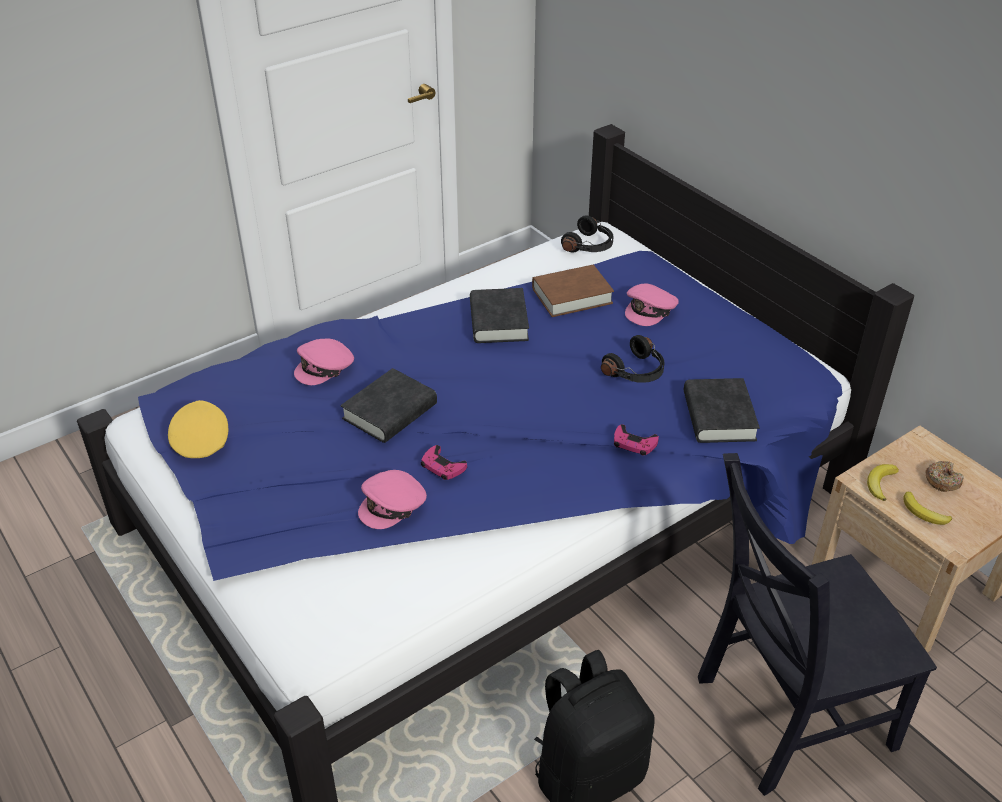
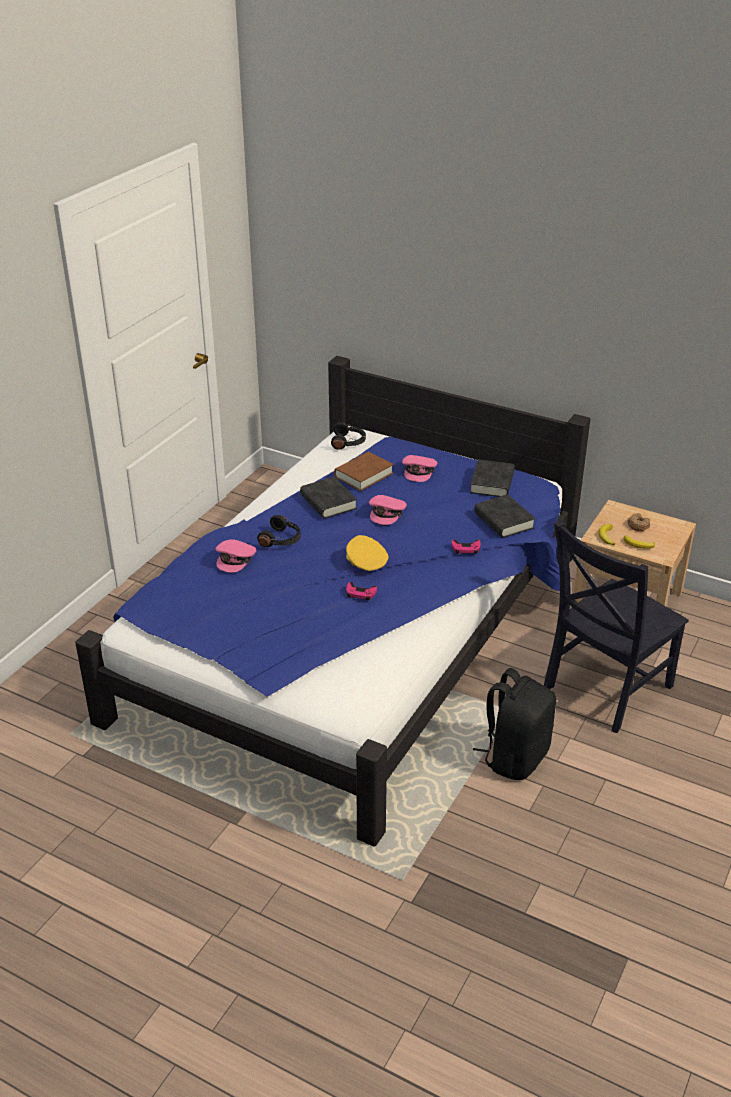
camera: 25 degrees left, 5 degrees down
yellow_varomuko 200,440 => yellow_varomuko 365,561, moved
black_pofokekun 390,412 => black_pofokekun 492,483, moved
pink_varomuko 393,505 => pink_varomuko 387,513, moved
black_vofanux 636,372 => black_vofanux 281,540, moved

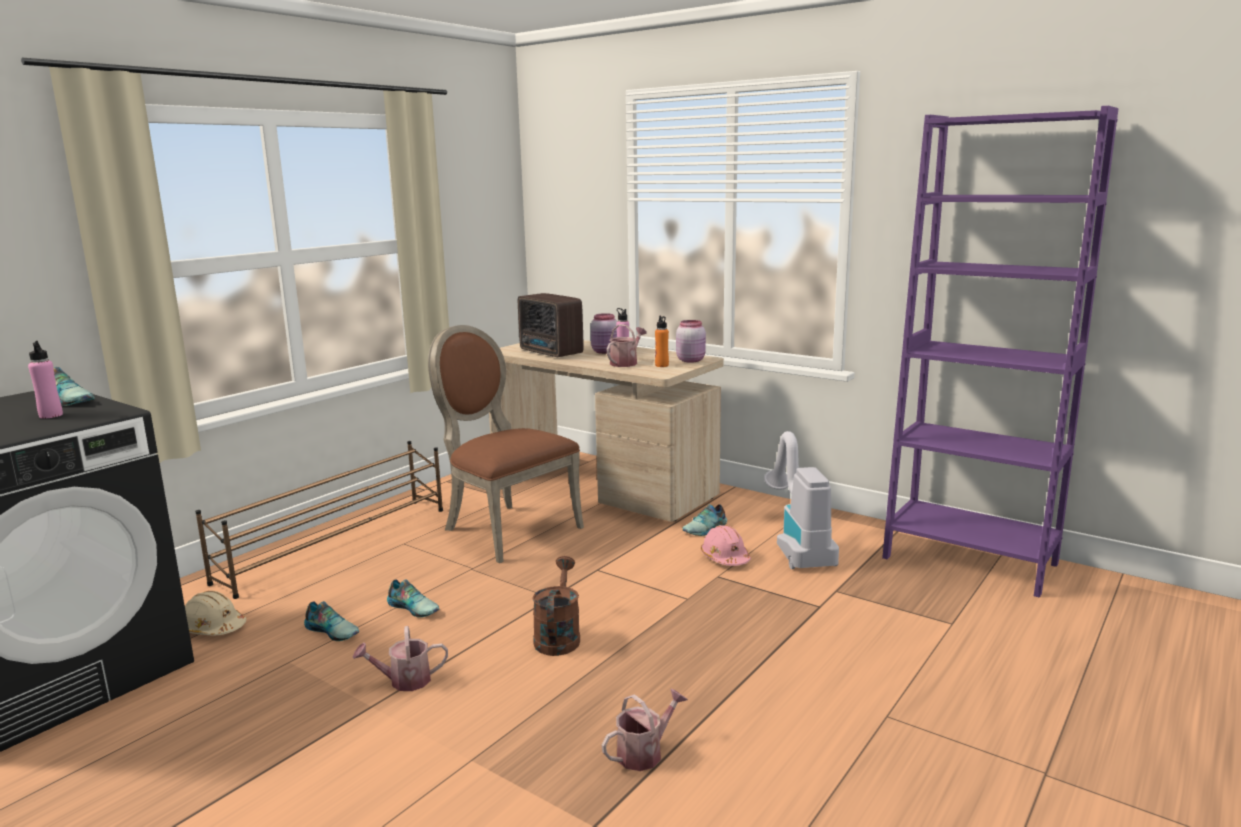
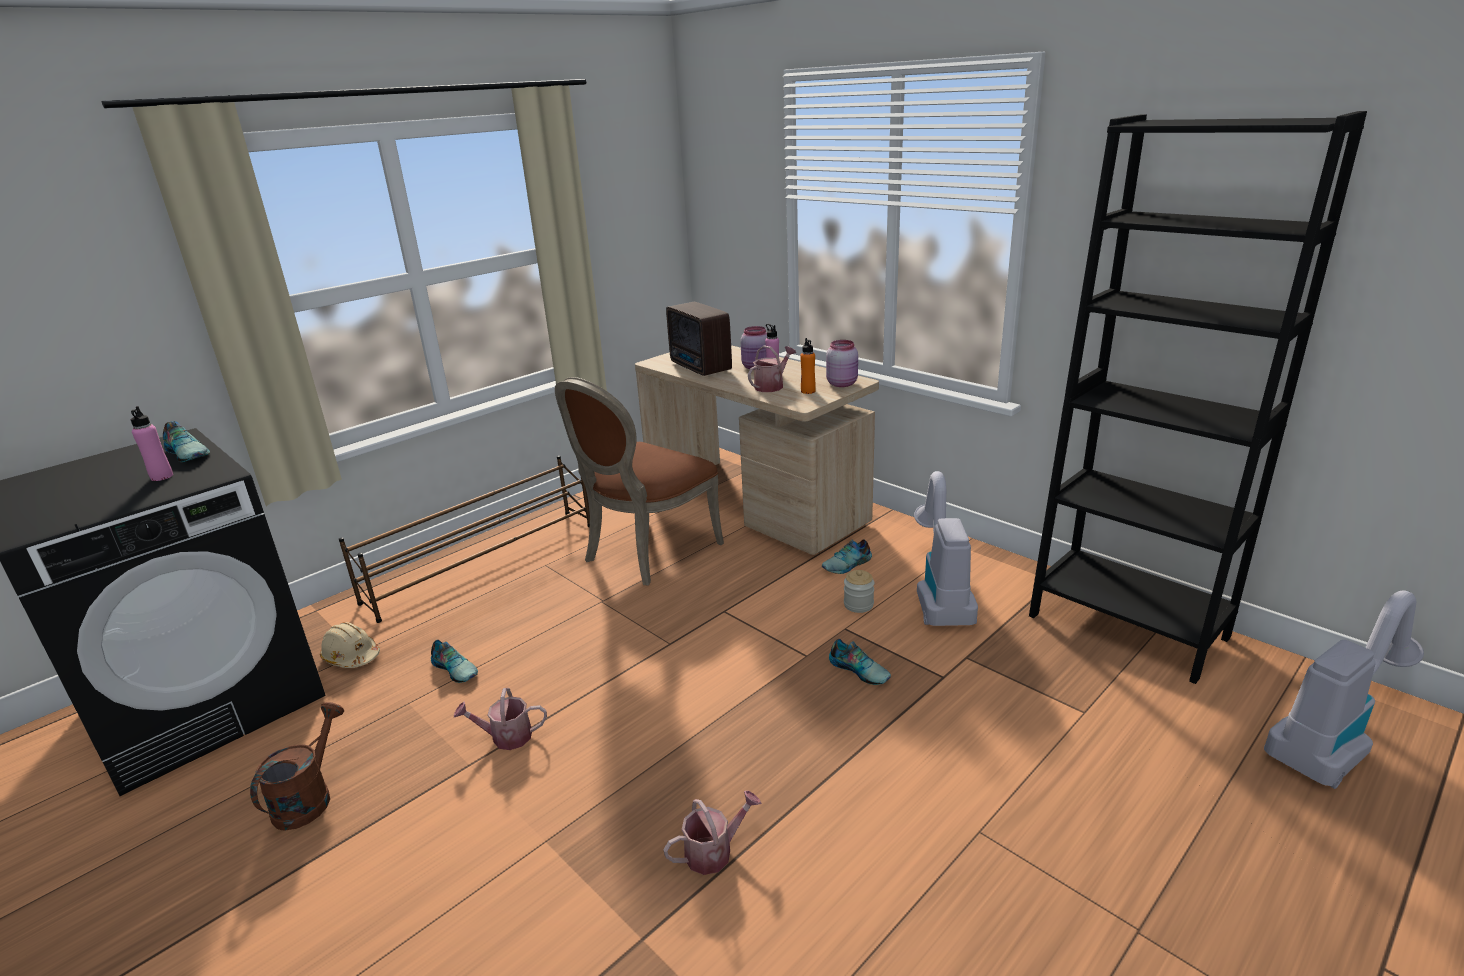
camera: 10 degrees right, 10 degrees up
nothing => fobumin 1332,738
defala 414,607 => defala 860,669, moved
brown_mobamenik 558,636 => brown_mobamenik 309,798, moved
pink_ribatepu 725,558 => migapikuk 858,605
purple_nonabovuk 969,560 => black_nonabovuk 1127,626
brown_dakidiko 506,529 => brown_dakidiko 647,552, 105 degrees counterclockwise

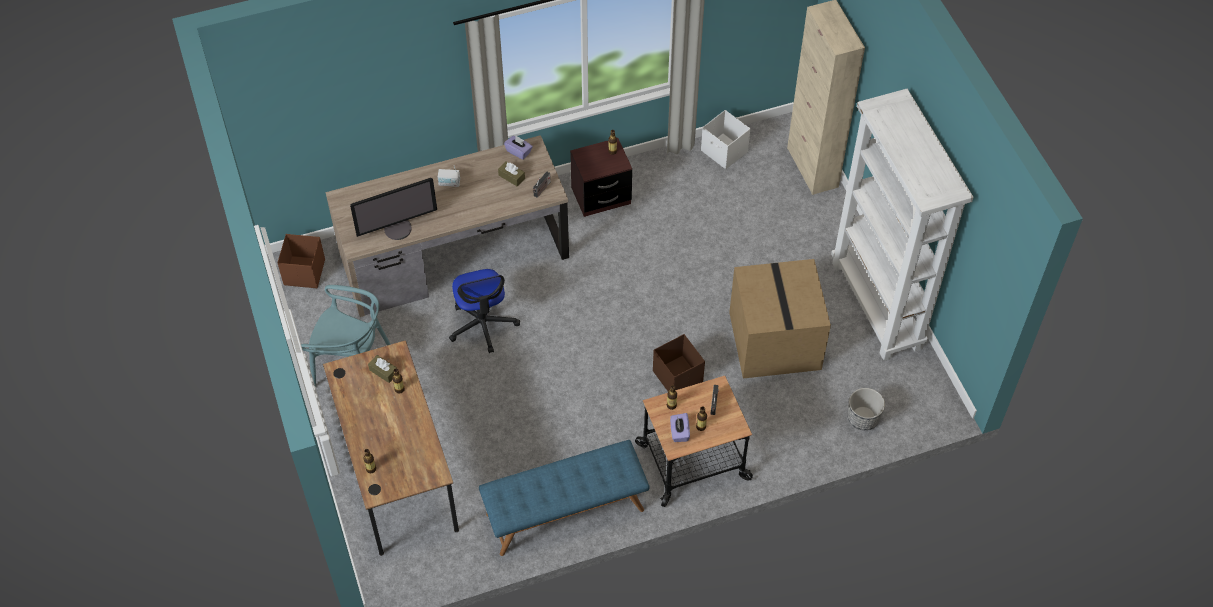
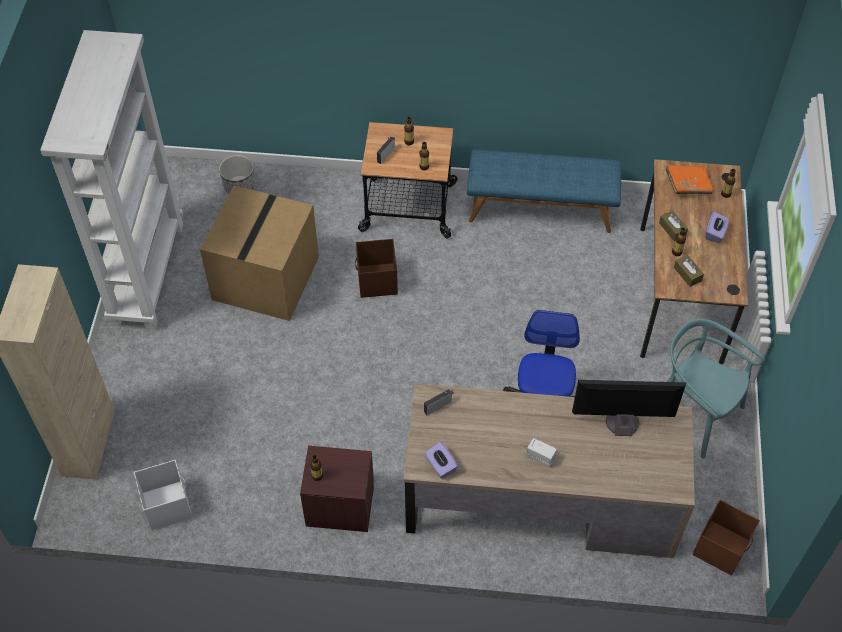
camera: 155 degrees left, 0 degrees up
nothing => orange_pofokekun 687,185
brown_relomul 511,177 => brown_relomul 672,229, moved
purple_relomul 679,432 => purple_relomul 715,233, moved

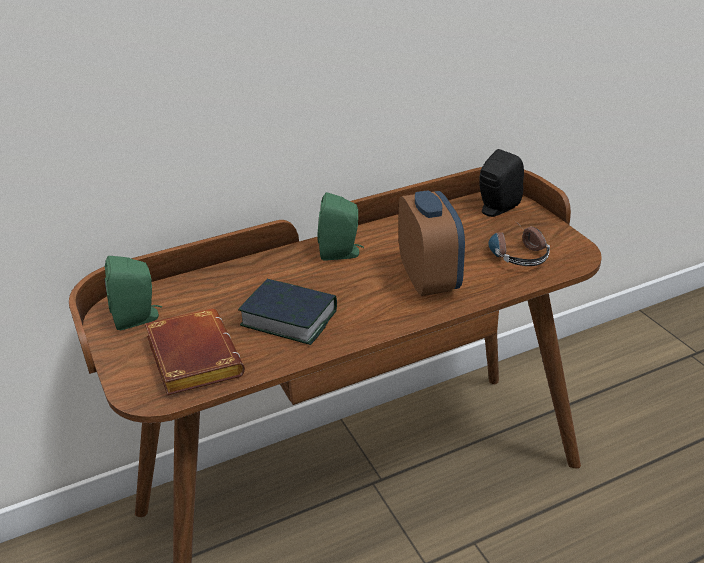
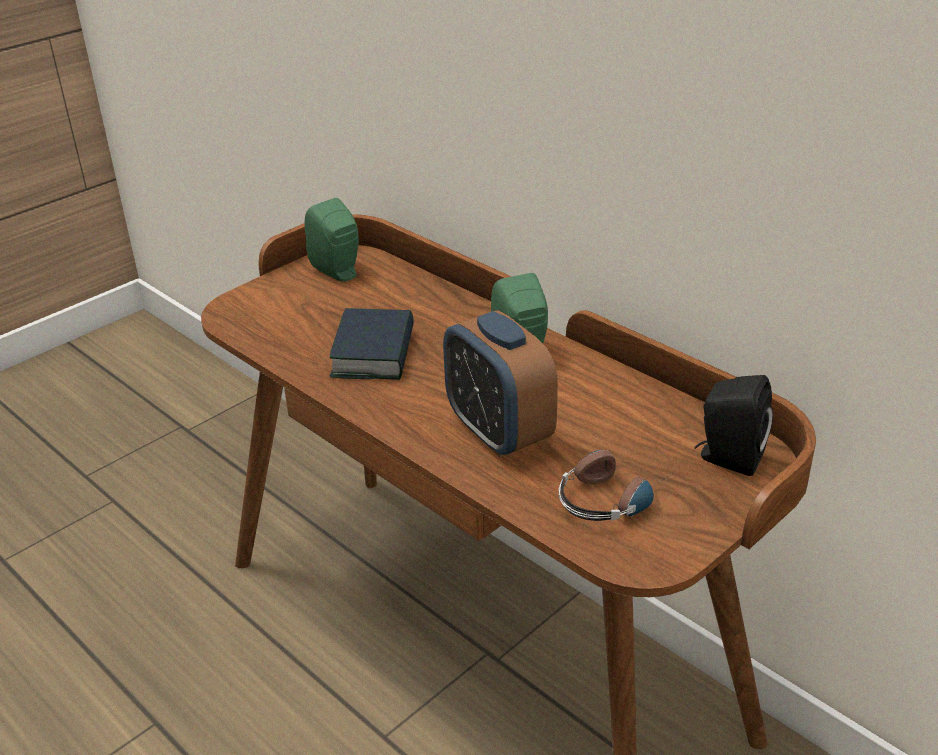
camera: 70 degrees right, 0 degrees up
brown_pofokekun 190,358 => nothing
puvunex 429,280 => puvunex 499,432, 90 degrees clockwise

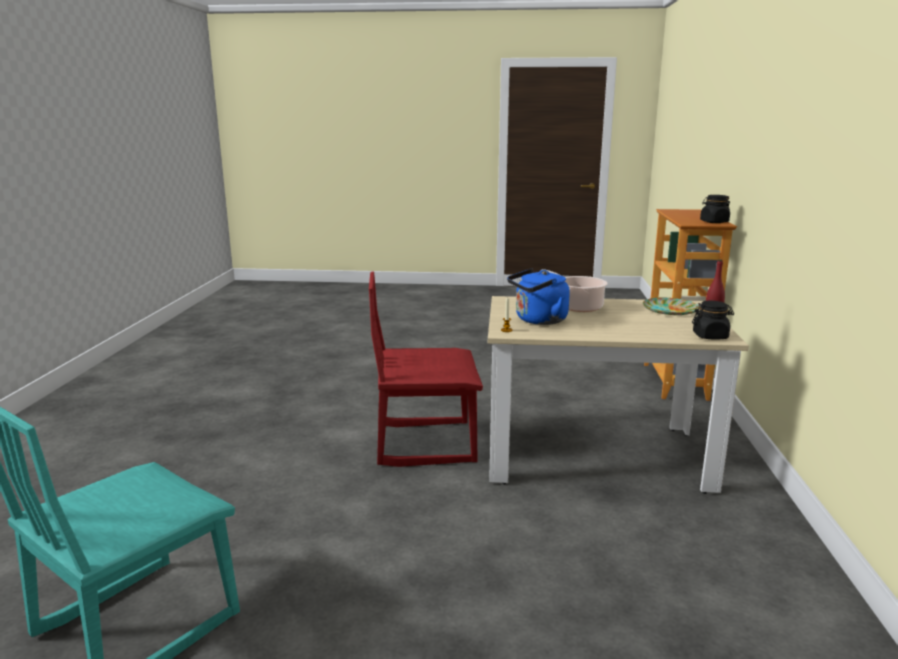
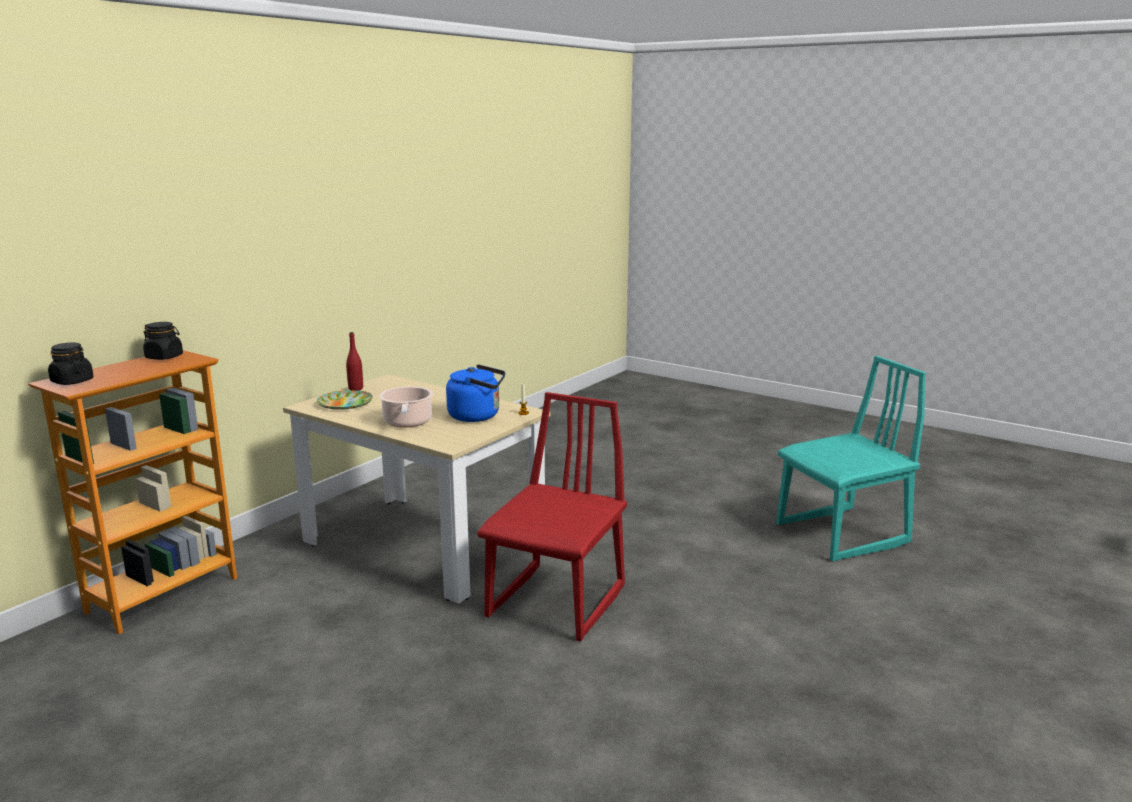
camera: 150 degrees left, 0 degrees up
black_migapikuk 710,336 => black_migapikuk 72,381, moved
red_dakidiko 425,442 => red_dakidiko 558,602, 90 degrees counterclockwise

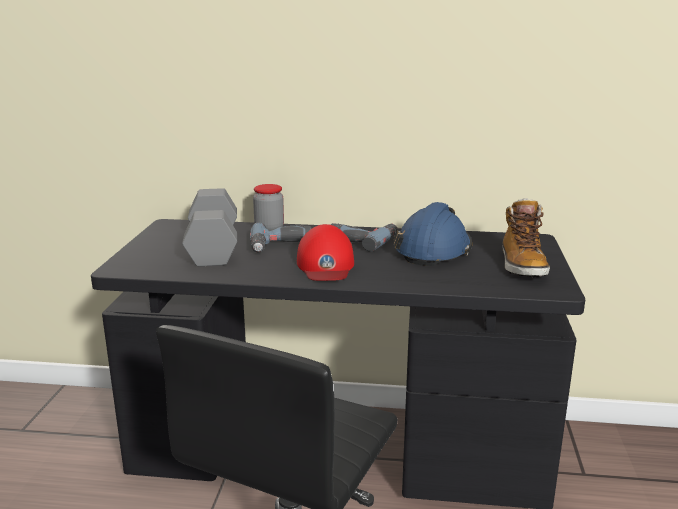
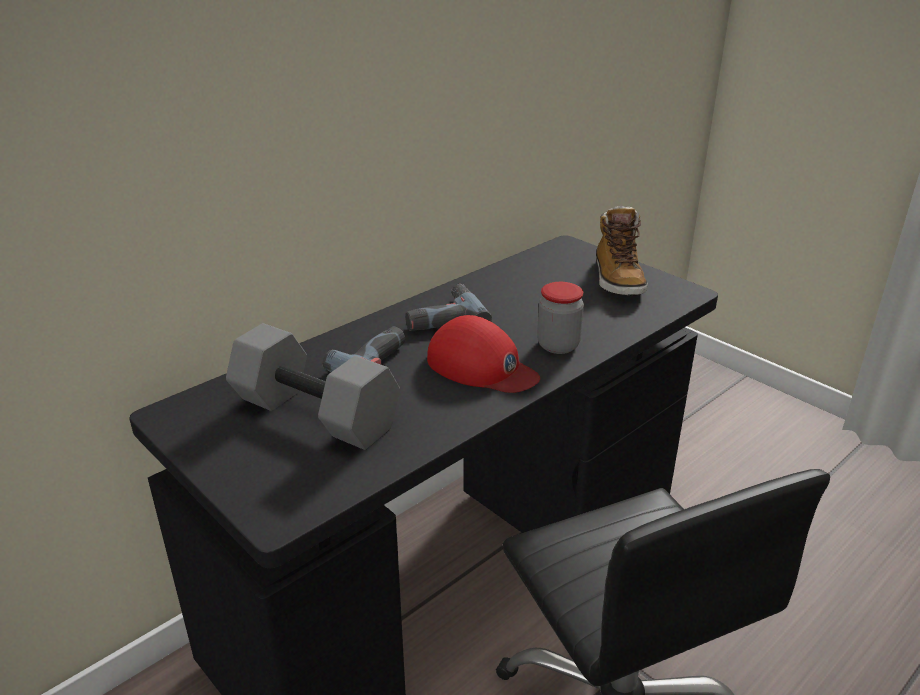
camera: 50 degrees left, 10 degrees up
blue_ribatepu 433,250 => nothing
migapikuk 269,228 => migapikuk 558,345, moved
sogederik 522,265 => sogederik 617,279, 45 degrees clockwise

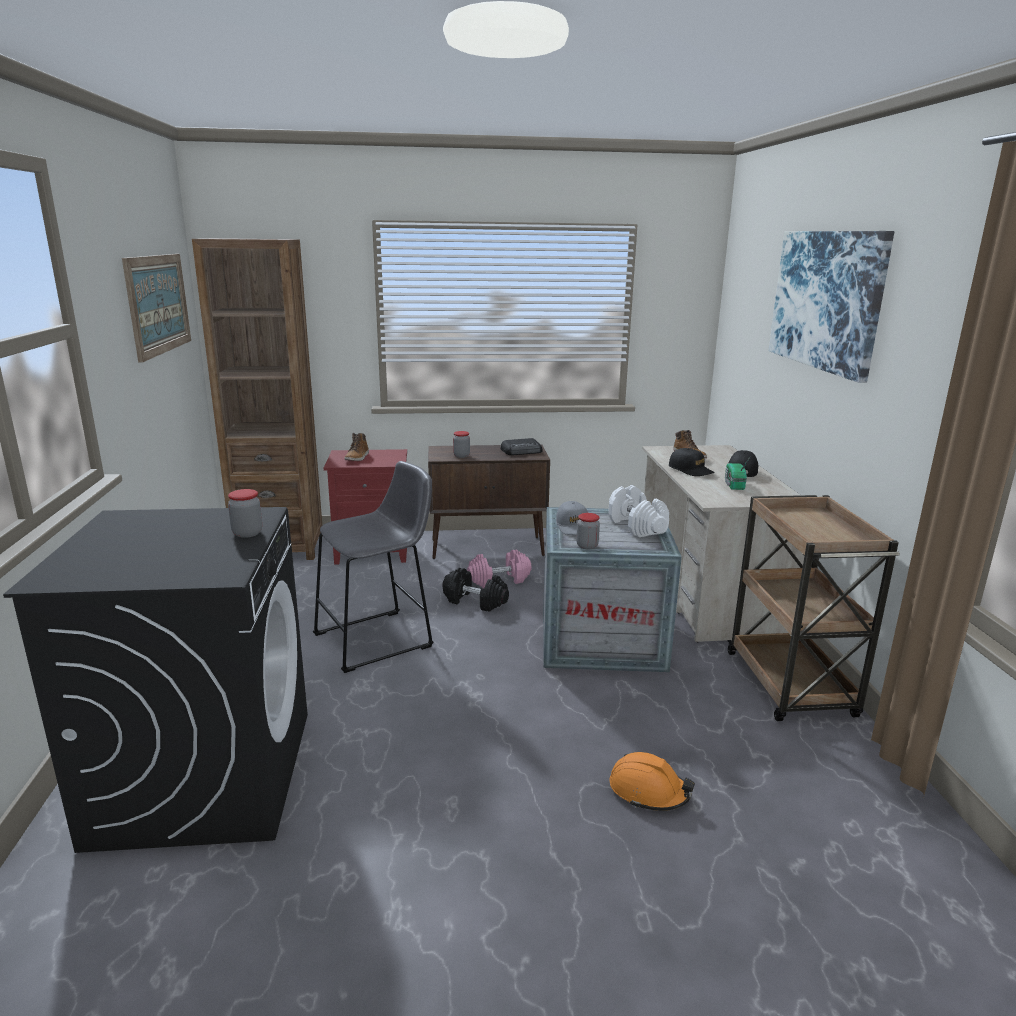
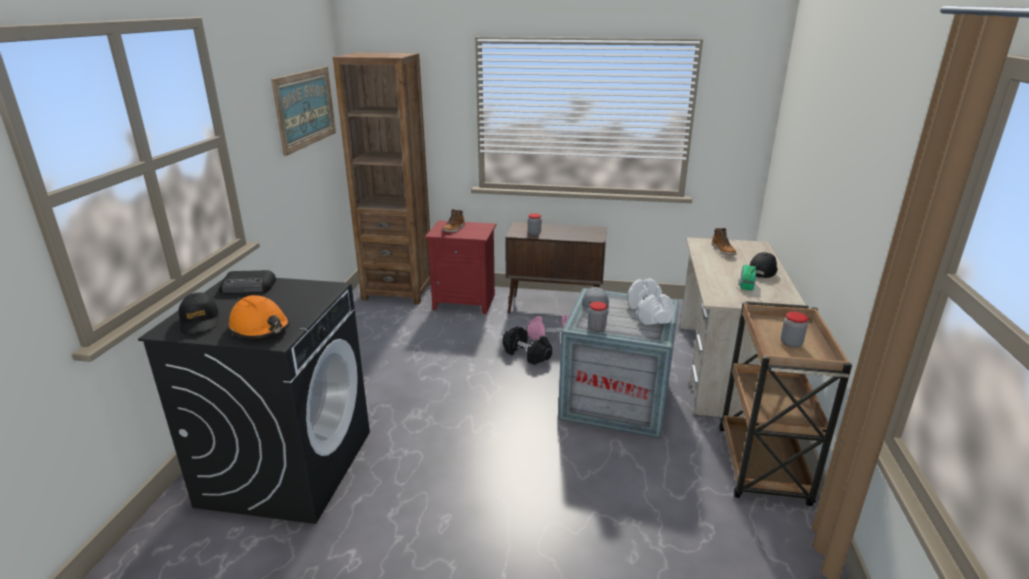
camera: 15 degrees right, 5 degrees up
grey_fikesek 379,639 => nothing
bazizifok 826,300 => nothing
migapikuk 247,533 => migapikuk 791,343, moved
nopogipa 522,451 => nopogipa 249,287, moved
orange_ribatepu 648,791 => orange_ribatepu 260,328, moved
black_varomuko 691,470 => black_varomuko 200,321, moved

